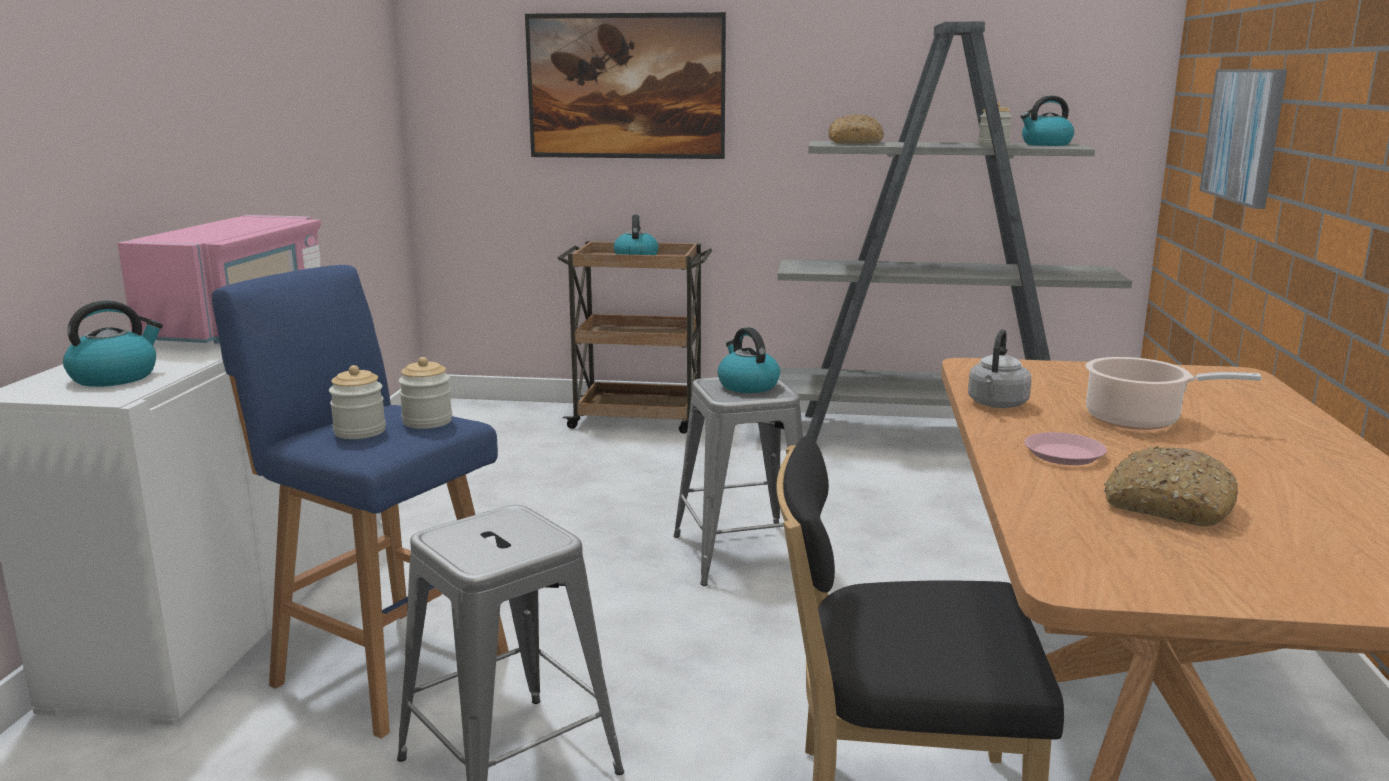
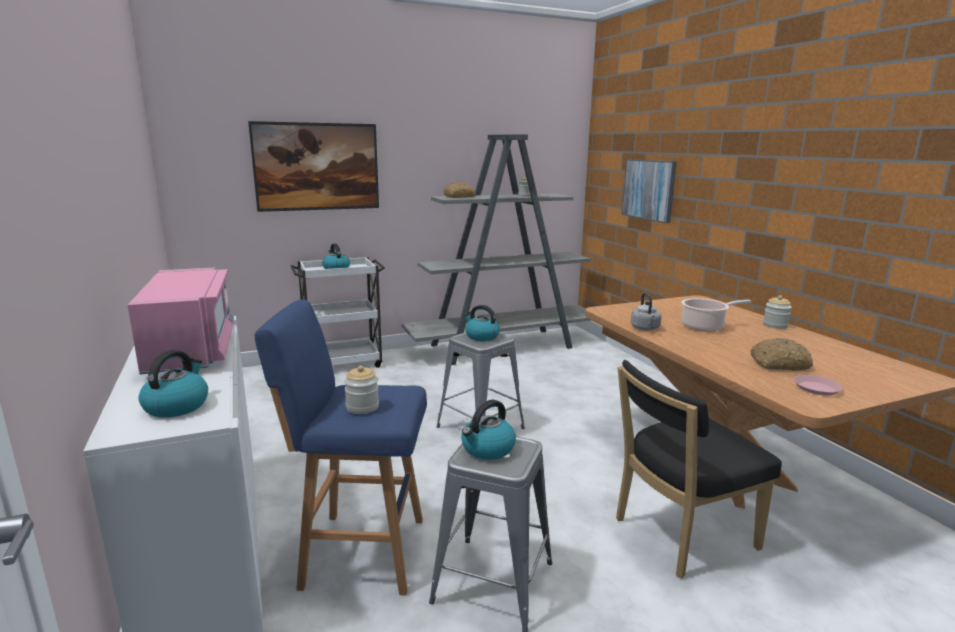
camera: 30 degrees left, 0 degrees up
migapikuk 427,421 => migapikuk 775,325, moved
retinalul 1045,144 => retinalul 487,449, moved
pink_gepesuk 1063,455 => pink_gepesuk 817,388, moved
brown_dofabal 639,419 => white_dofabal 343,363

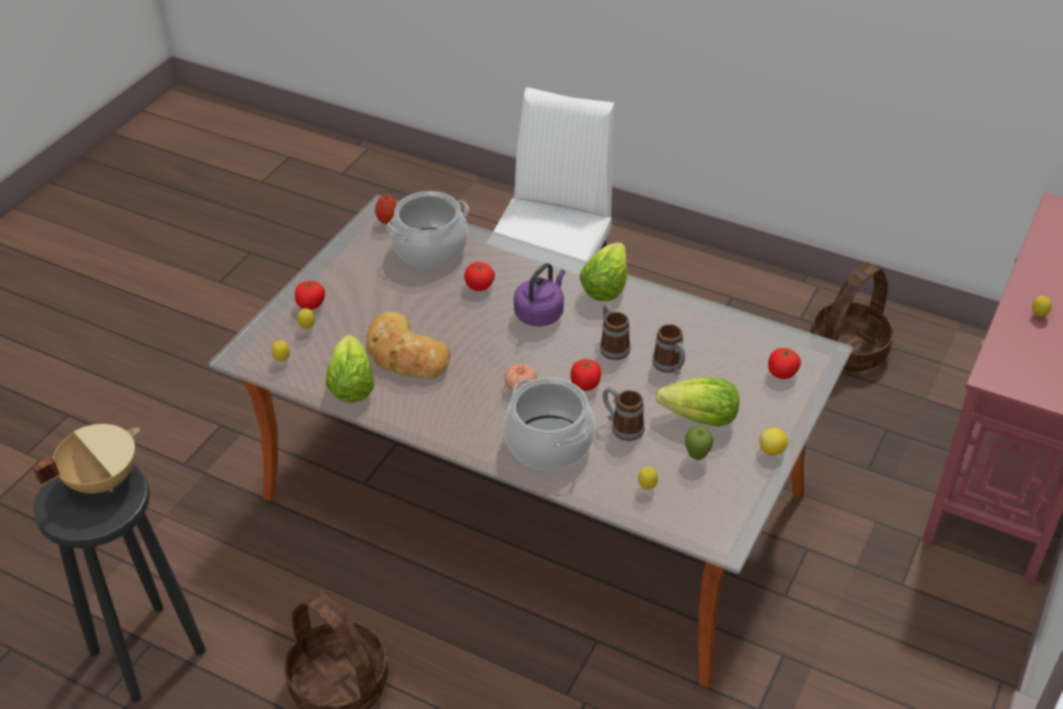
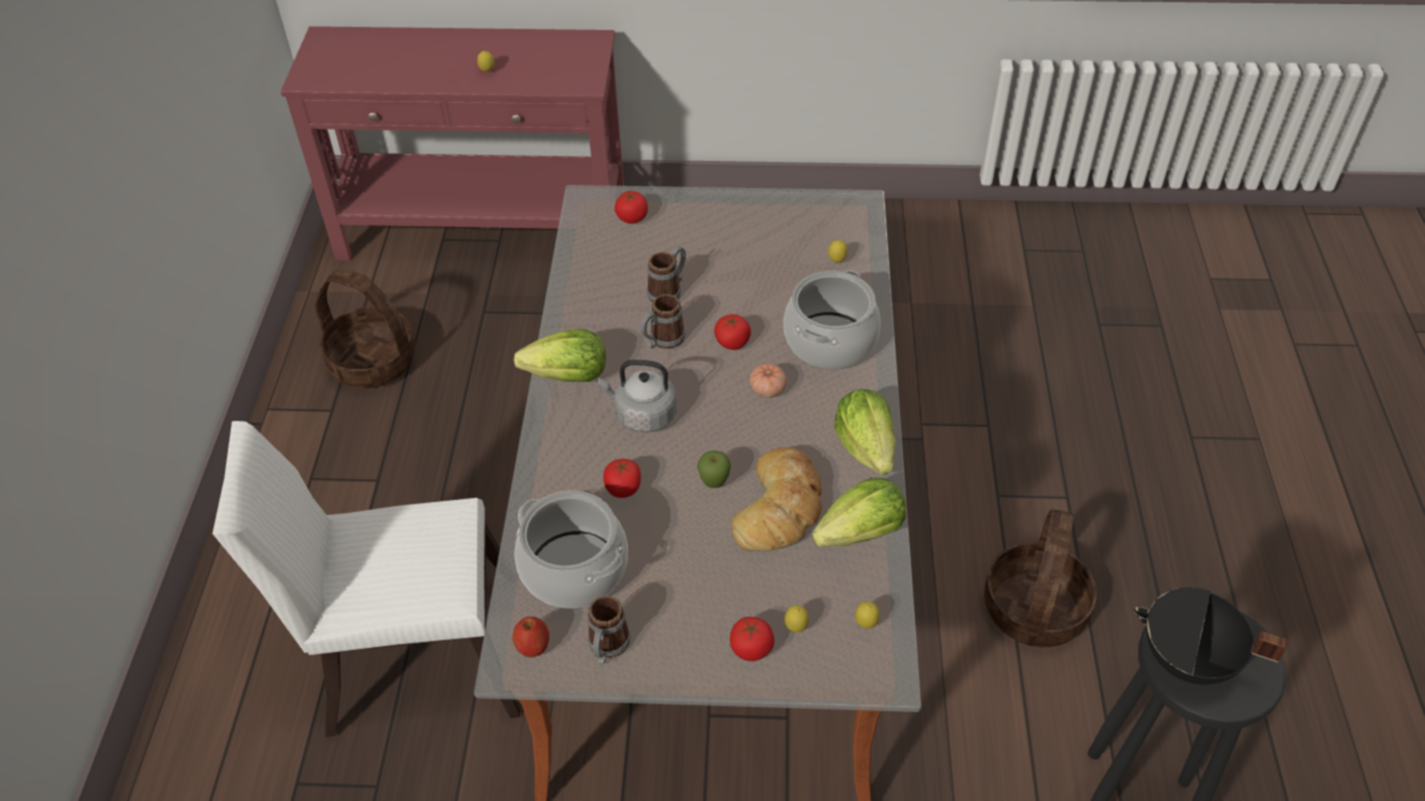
camera: 115 degrees left, 5 degrees up
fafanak 772,451 => nothing
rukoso 622,426 => rukoso 607,648, moved
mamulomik 701,418 => mamulomik 866,447, moved
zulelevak 697,457 => zulelevak 714,484, moved
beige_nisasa 101,480 => black_nisasa 1187,661
purple_retinalul 540,313 => grey_retinalul 642,415

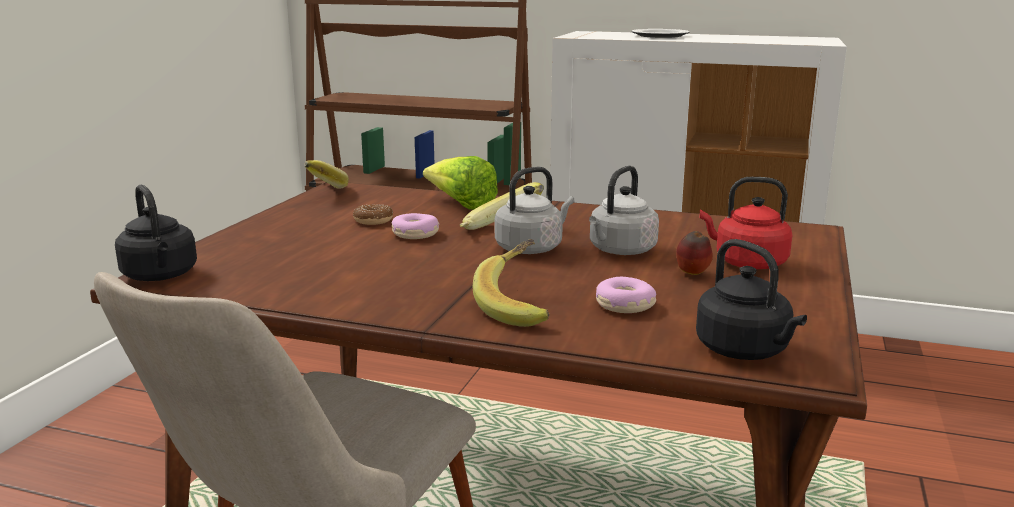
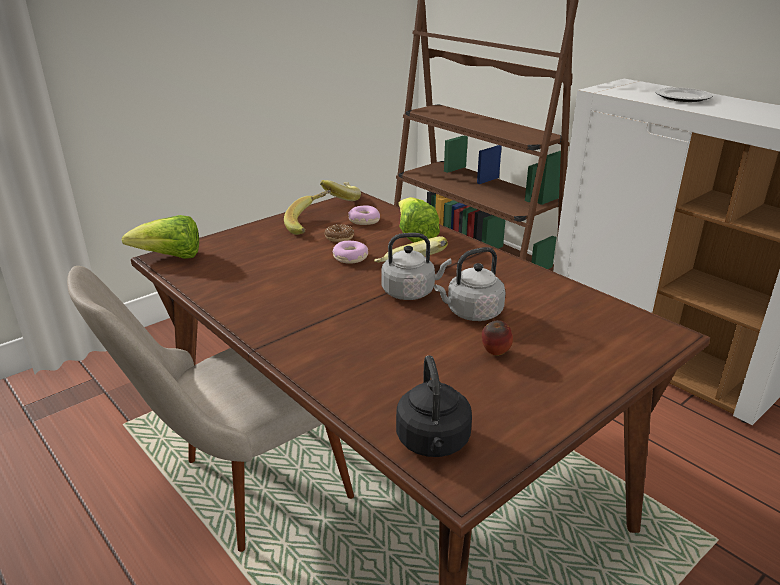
camera: 30 degrees right, 10 degrees up
red_retinalul 746,263 => nothing
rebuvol 521,306 => rebuvol 310,225, moved
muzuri 624,305 => muzuri 363,220, moved
black_retinalul 160,276 => mamulomik 170,257

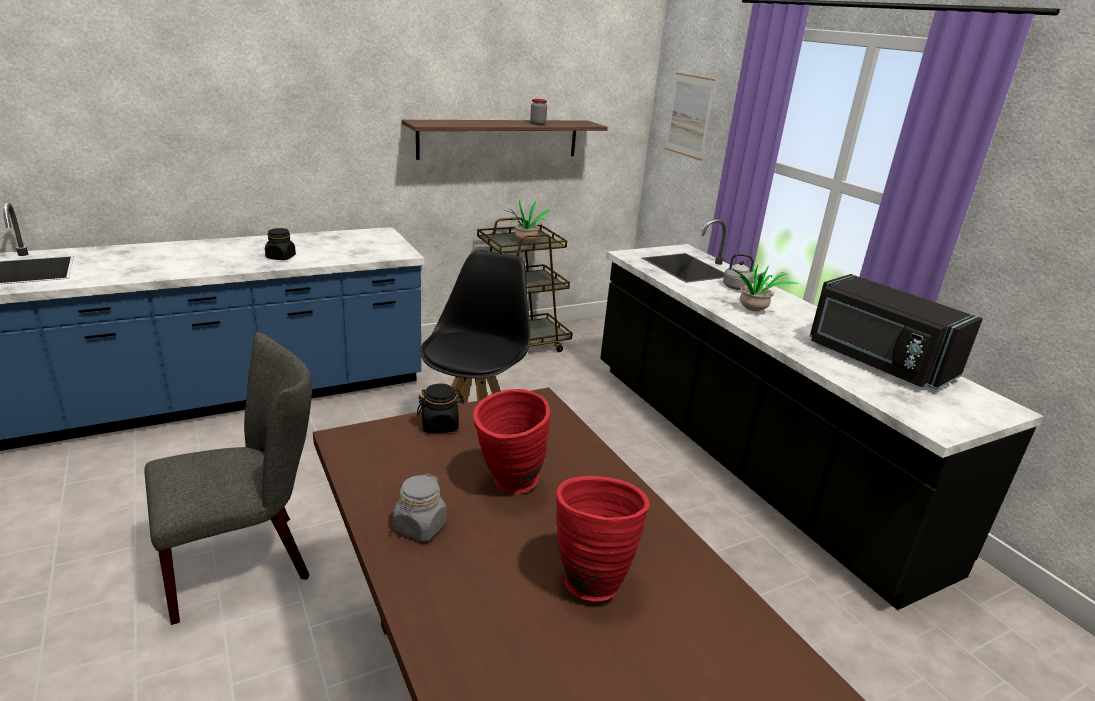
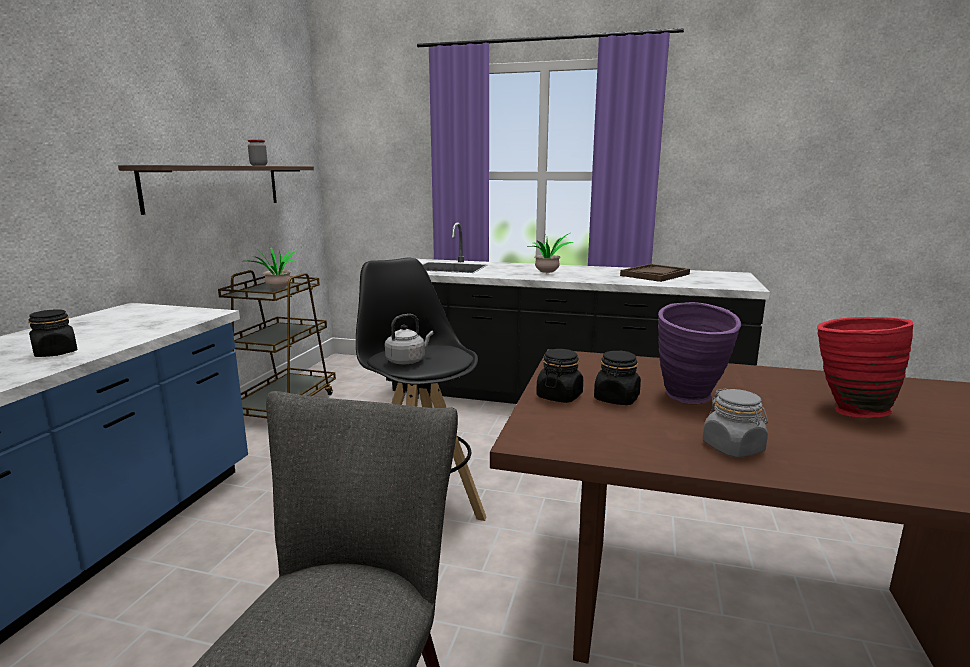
camera: 45 degrees left, 10 degrees down
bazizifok 689,116 => nothing
nothing => black_migapikuk 616,399
grey_retinalul 738,287 => grey_retinalul 407,361, moved
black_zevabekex 876,362 => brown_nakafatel 655,275
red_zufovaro 507,485 => purple_zufovaro 691,400

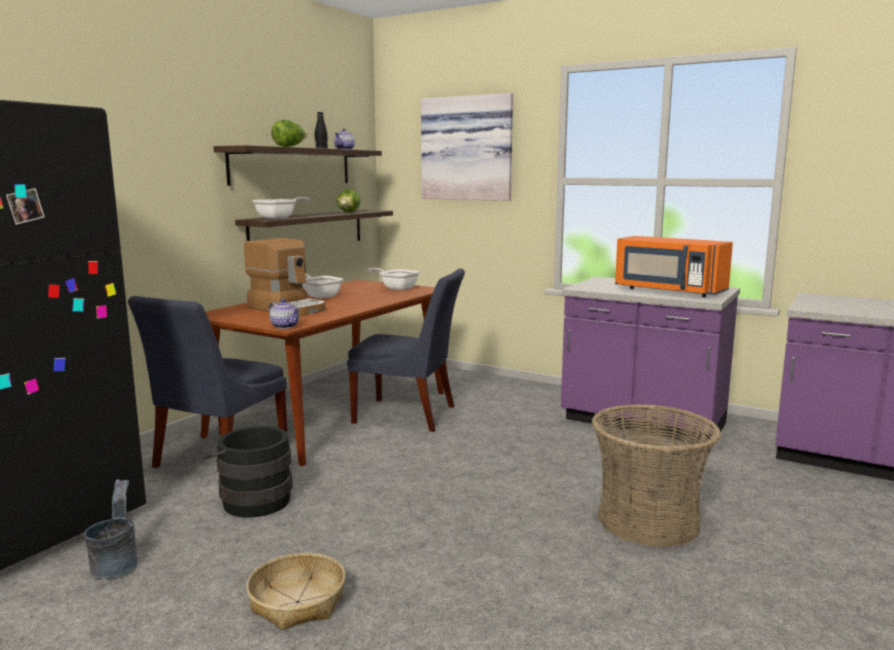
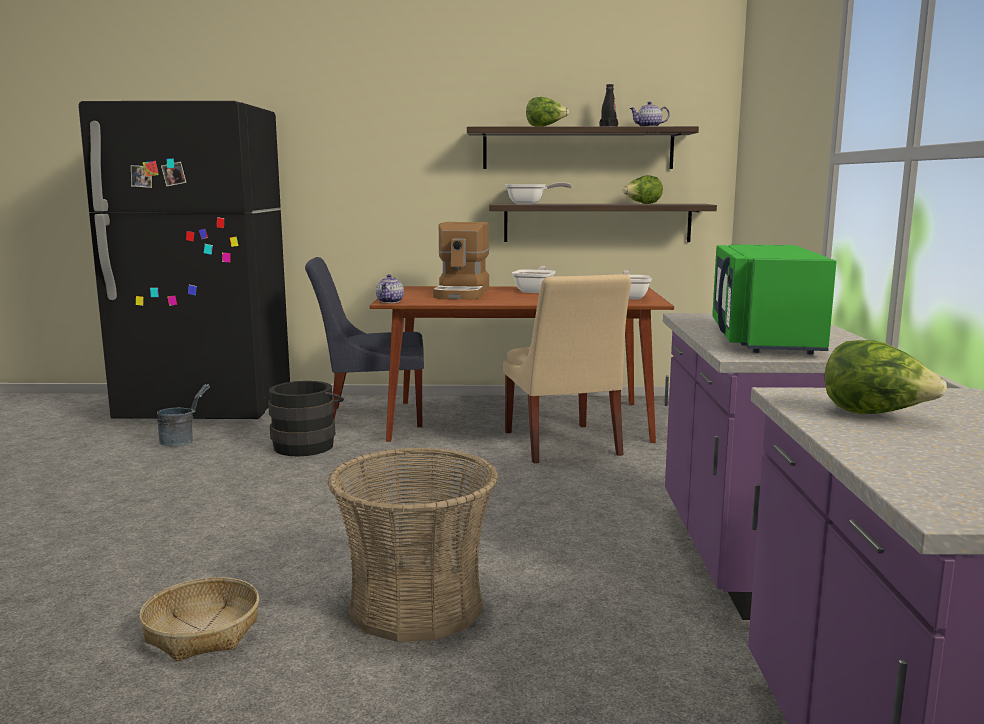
camera: 60 degrees right, 0 degrees up
bazizifok 468,148 => nothing
nothing => mamulomik 875,414
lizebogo 298,602 => lizebogo 202,632, moved
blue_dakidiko 409,415 => beige_dakidiko 562,445
orange_zevabekex 668,291 => green_zevabekex 762,339

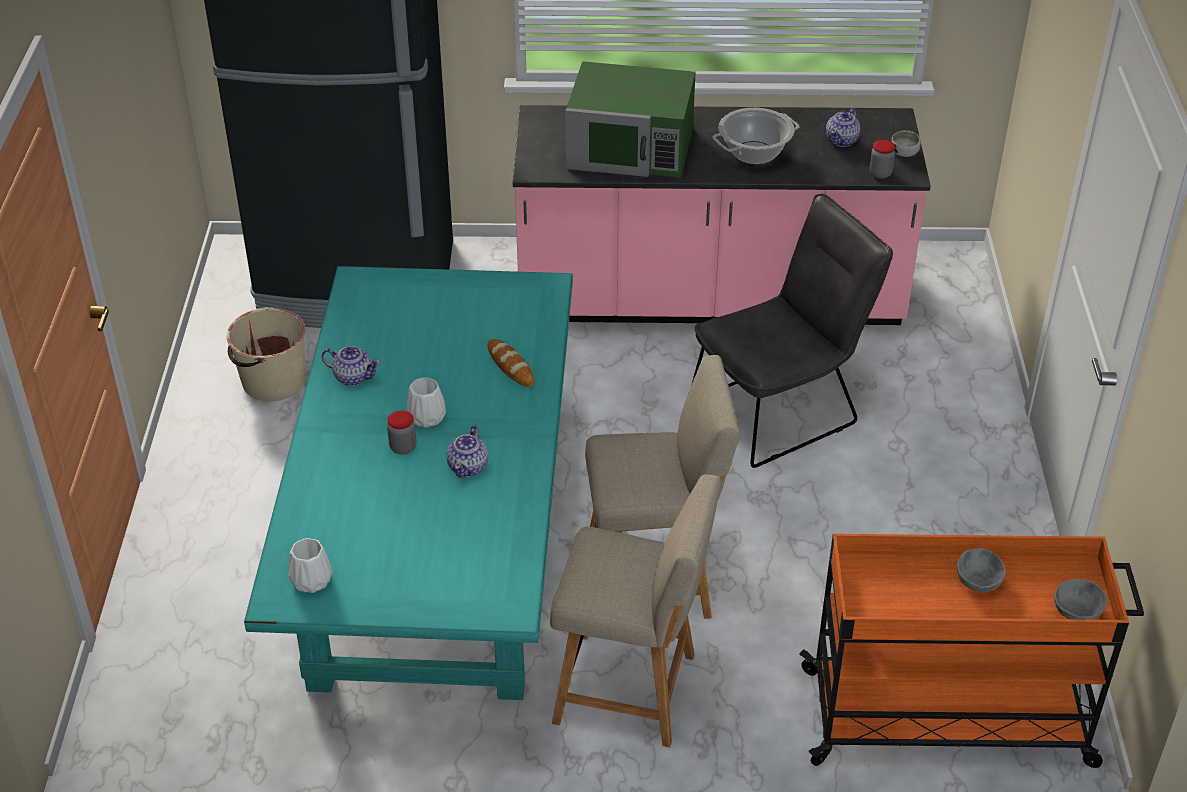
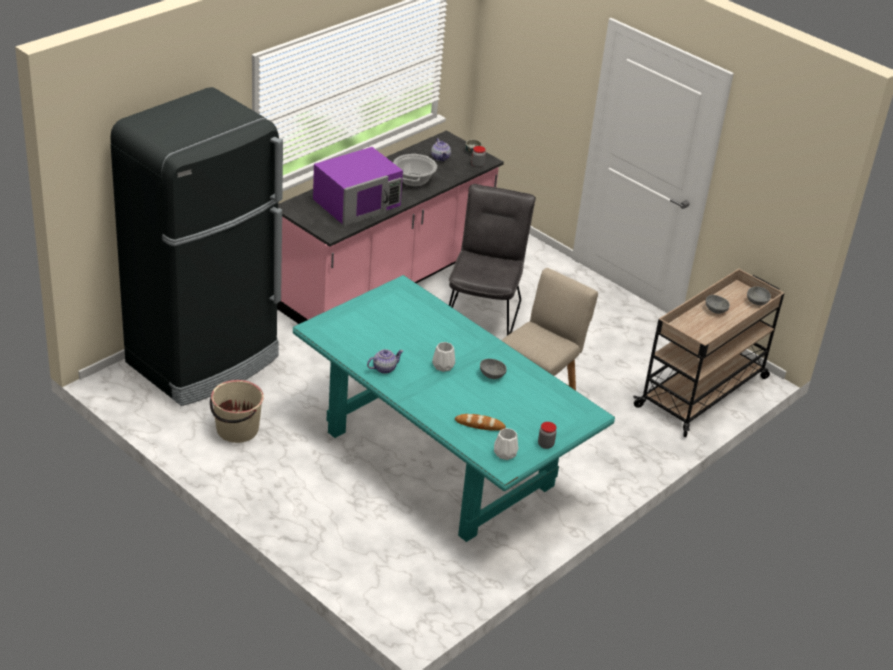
camera: 50 degrees left, 5 degrees down
beige_dakidiko 633,690 => nothing
migapikuk 403,447 => migapikuk 545,444, moved
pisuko 510,366 => pisuko 479,424, moved
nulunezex 468,467 => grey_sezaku 492,374
green_zevabekex 631,148 => purple_zevabekex 357,202
orange_dofabal 950,718 => beige_dofabal 703,391

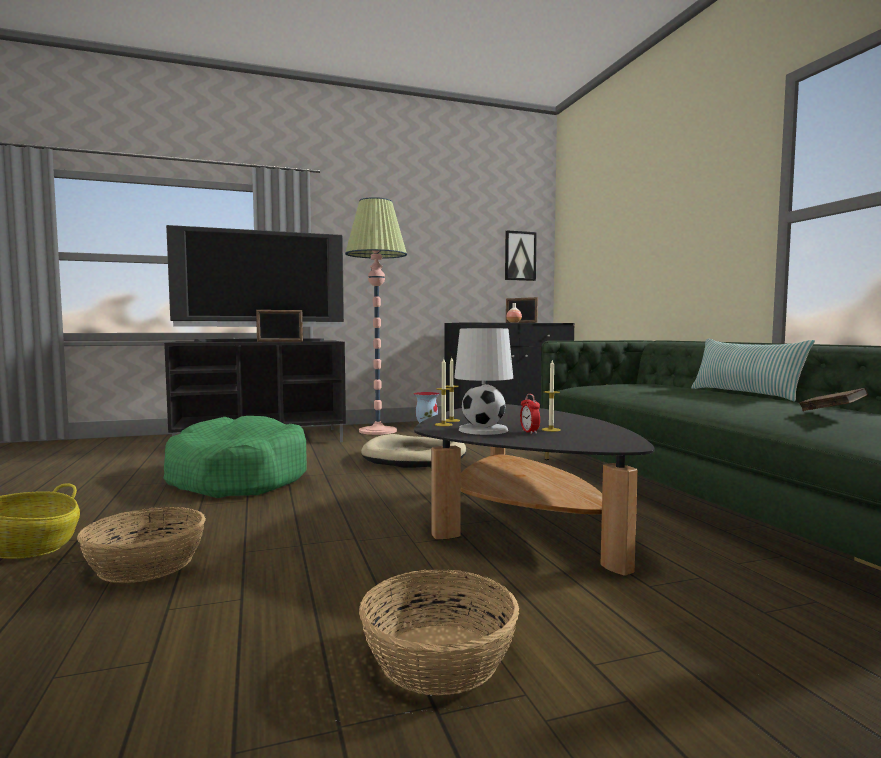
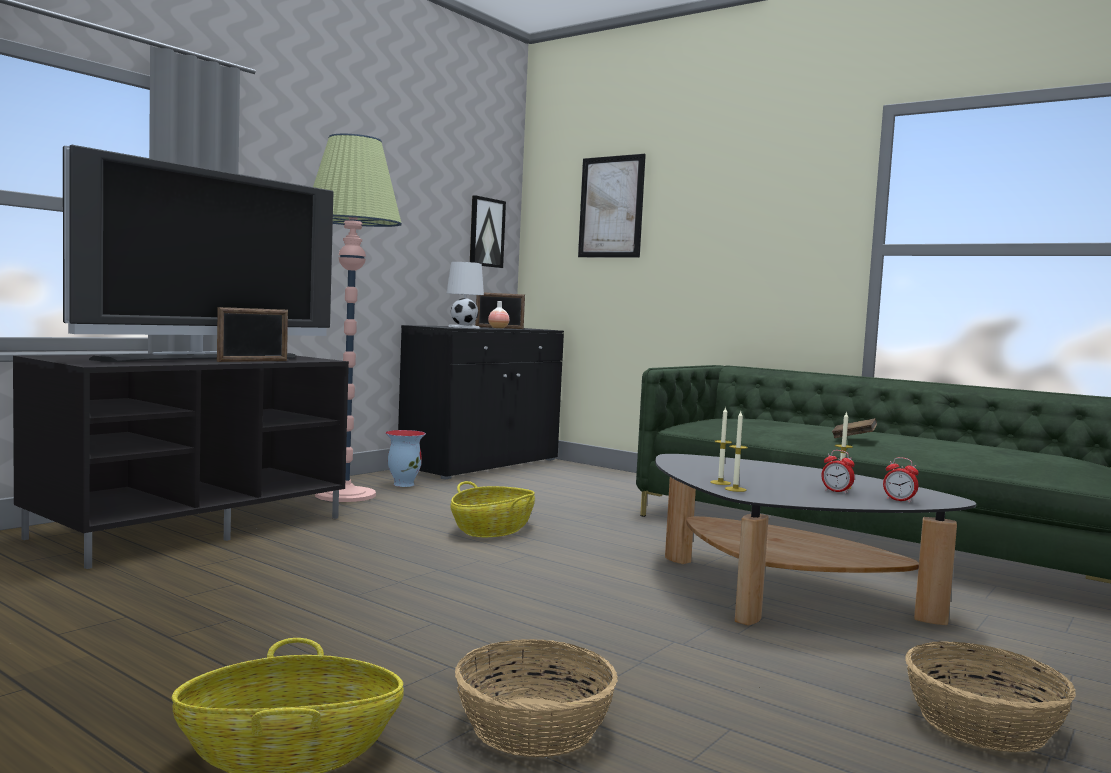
camera: 35 degrees left, 0 degrees up
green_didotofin 237,477 => nothing
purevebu 744,394 => nothing
nothing => bazizifok 611,207
nothing => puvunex 899,500
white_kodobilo 482,429 => white_kodobilo 463,327, moved
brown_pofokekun 831,412 => brown_pofokekun 853,439, moved
beige_didotofin 415,457 => lizebogo 492,530

